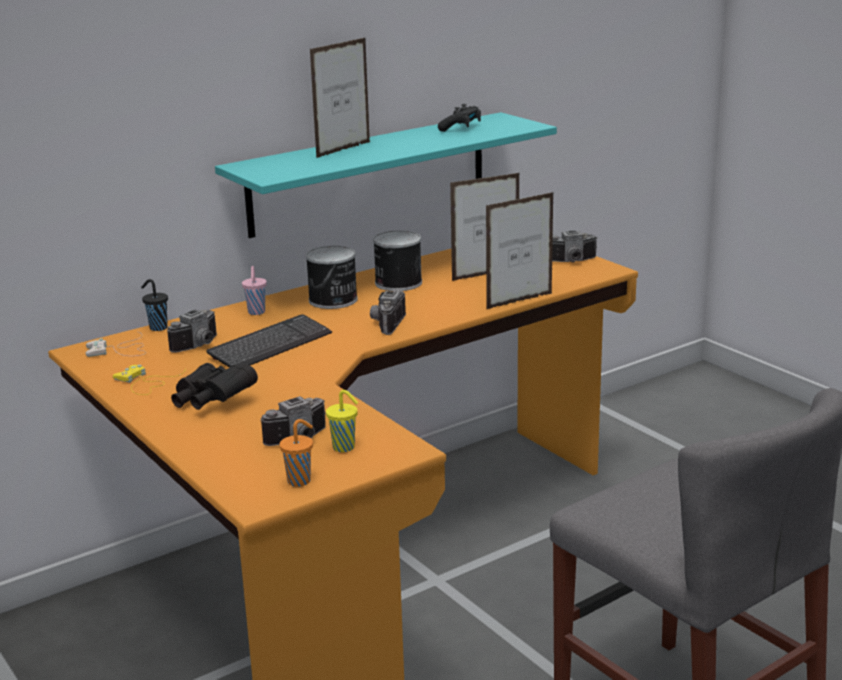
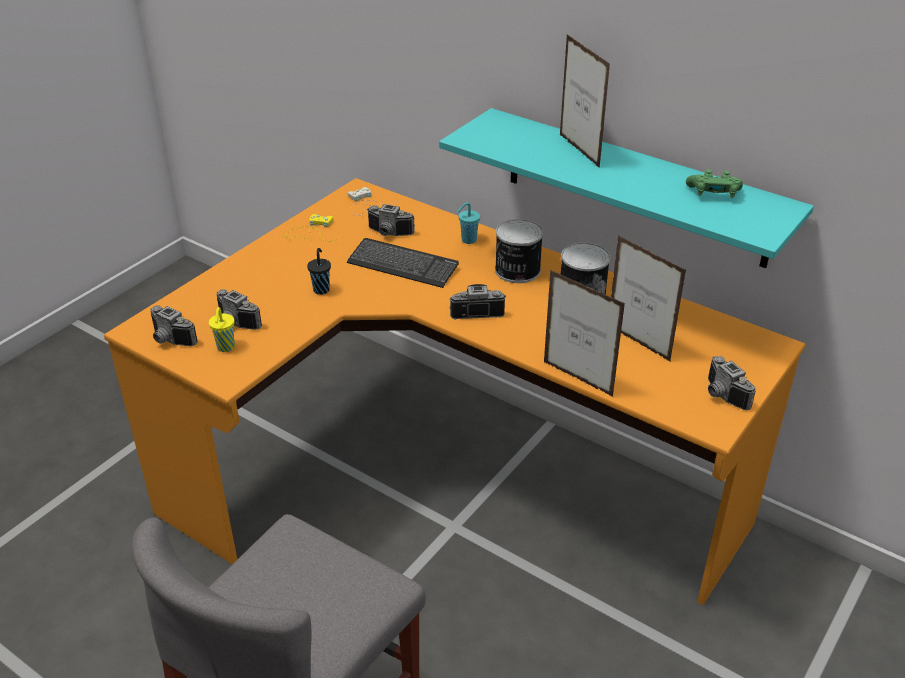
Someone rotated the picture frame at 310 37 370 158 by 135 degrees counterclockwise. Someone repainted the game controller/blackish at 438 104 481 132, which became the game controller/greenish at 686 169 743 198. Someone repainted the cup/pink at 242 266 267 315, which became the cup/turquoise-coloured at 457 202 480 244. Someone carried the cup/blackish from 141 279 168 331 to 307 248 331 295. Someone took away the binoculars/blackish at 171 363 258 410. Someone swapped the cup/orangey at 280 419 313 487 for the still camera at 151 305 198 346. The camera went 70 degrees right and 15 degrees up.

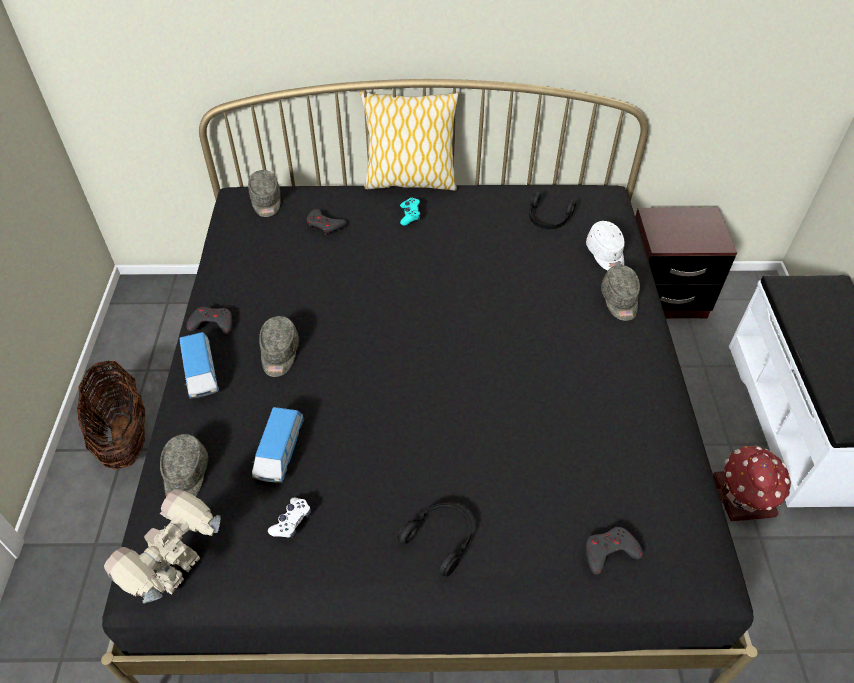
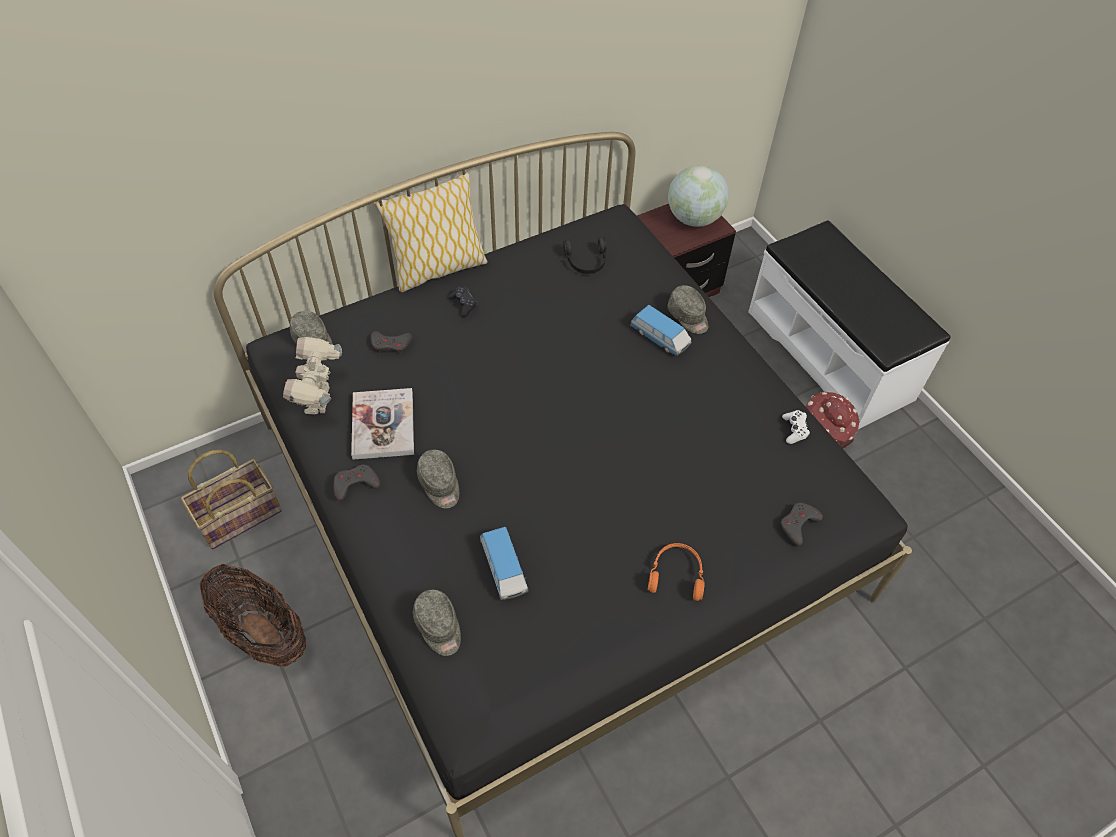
Someone repainted the game controller/turquoise-coloured at 400 198 421 225, which became the game controller/blackish at 448 286 478 317. Someone took away the peaked cap/white-coloured at 586 221 625 270. Someone carried the toy car from 180 332 219 399 to 630 305 692 356. Someone carried the robot figure from 104 489 221 604 to 283 337 342 415. Someone carried the game controller/white-coloured from 268 497 311 539 to 782 410 810 444. Someone repainted the pair of headphones/blackish at 397 503 472 577, which became the pair of headphones/orangey at 648 543 705 601. Someone put down the globe at 668 165 729 227. Someone put down the volume at 351 388 414 460. Someone put down the storage basket at 181 450 282 549. The camera went 30 degrees left and 5 degrees up.

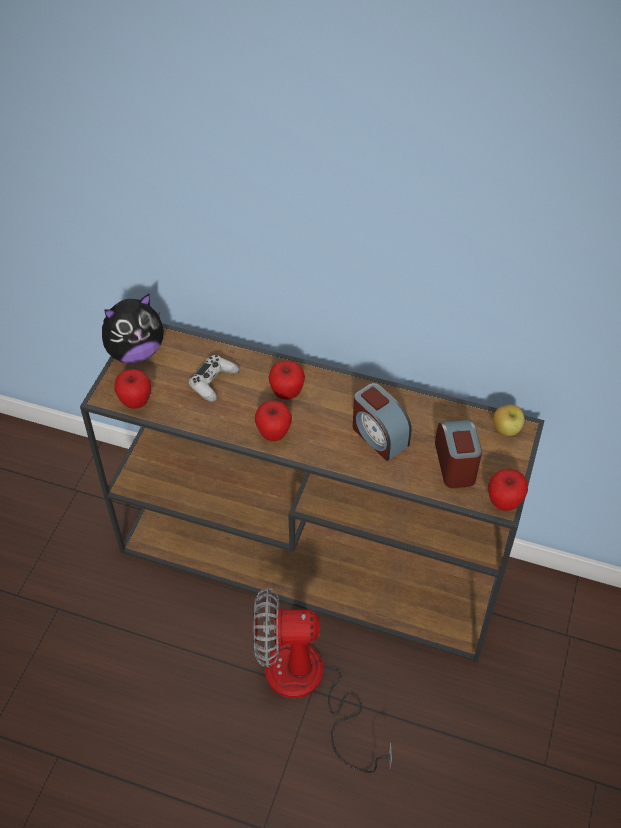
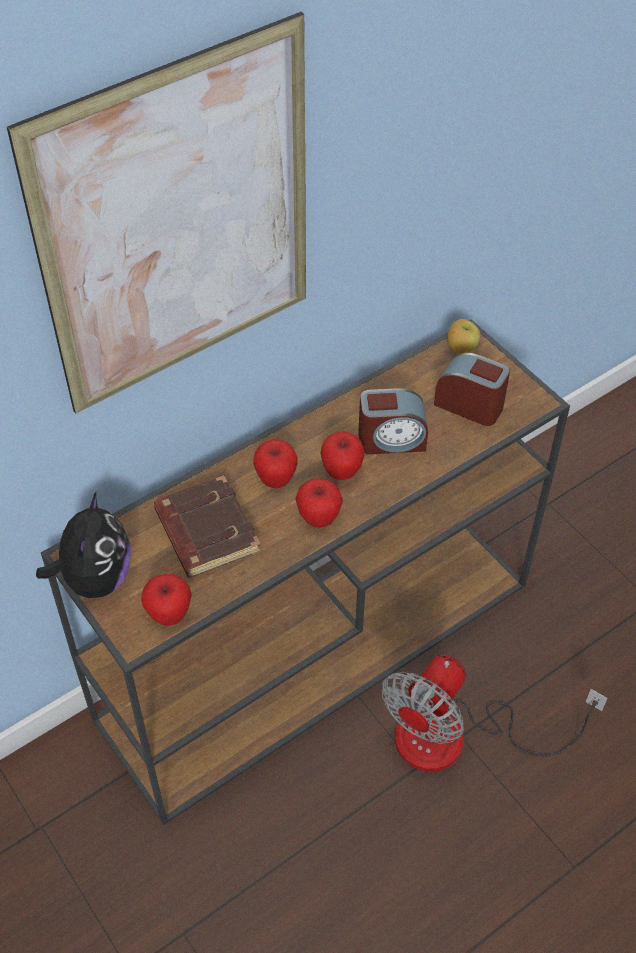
Someone swapped the game controller/white-coloured at 188 355 240 402 for the volume/brownish at 154 475 261 577. Someone carried the whole apple from 488 469 528 511 to 320 431 365 480. Someone put up the wall picture at 7 12 306 413. The camera went 55 degrees left and 0 degrees up.

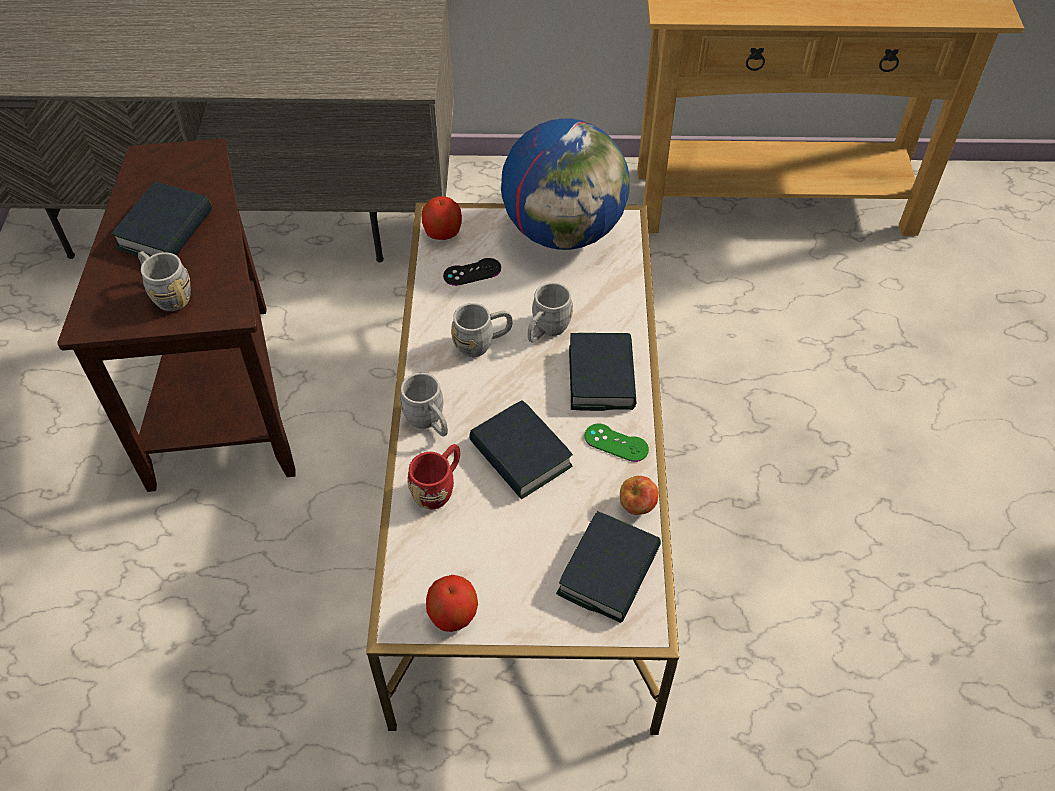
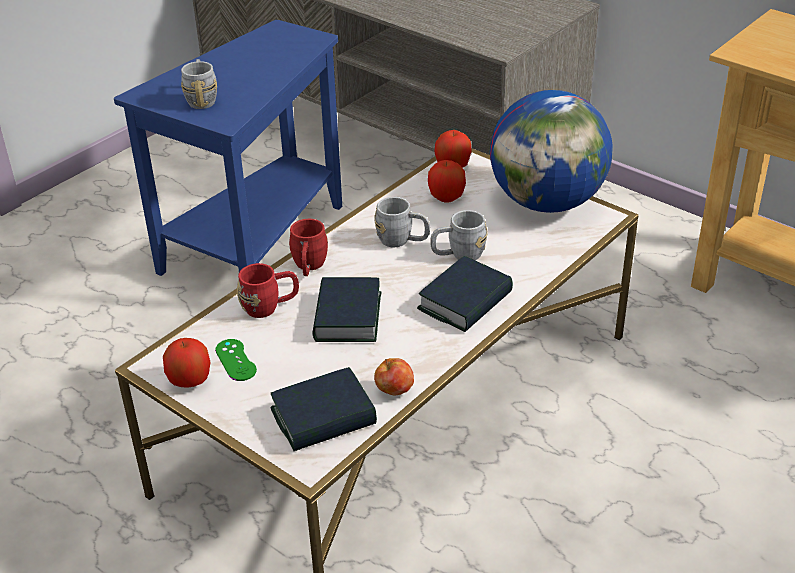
Someone repainted the side table/brownish at 57 138 296 492, which became the side table/blue-coloured at 114 20 342 276. Someone took away the volume at 112 182 212 257. Someone swapped the game controller/blackish at 443 258 501 286 for the whole apple at 428 160 466 203. Someone repainted the tea mug/grey at 399 373 448 437, which became the tea mug/red at 289 219 328 276. Someone carried the game controller/greenish from 585 424 649 462 to 215 339 257 381. The camera went 40 degrees right and 15 degrees down.

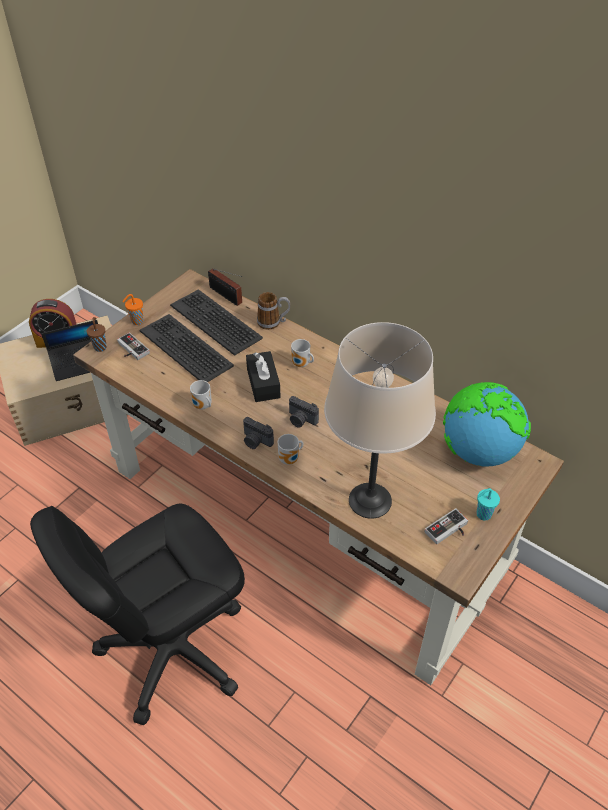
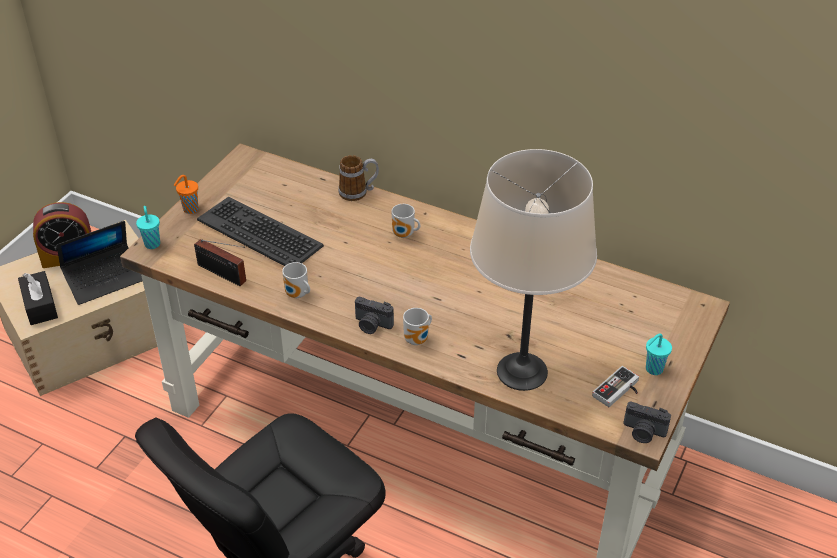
Someone carried the radio from 208 268 243 306 to 194 239 246 286. Someone took away the keyboard at 170 289 263 356. Someone repainted the cup/brownish at 87 317 107 352, which became the cup/turquoise-coloured at 136 206 160 249. Someone took away the game controller at 117 332 150 360. Someone carried the tissue holder/blackish from 246 351 281 402 to 18 271 58 325. Someone took away the globe at 443 382 531 466. Someone carried the still camera from 289 396 319 428 to 623 401 671 443. The camera went 10 degrees left and 5 degrees down.

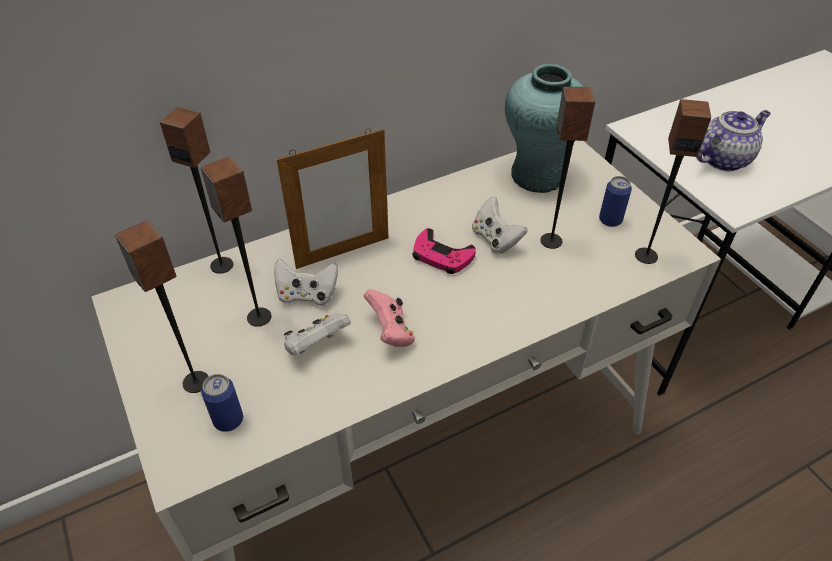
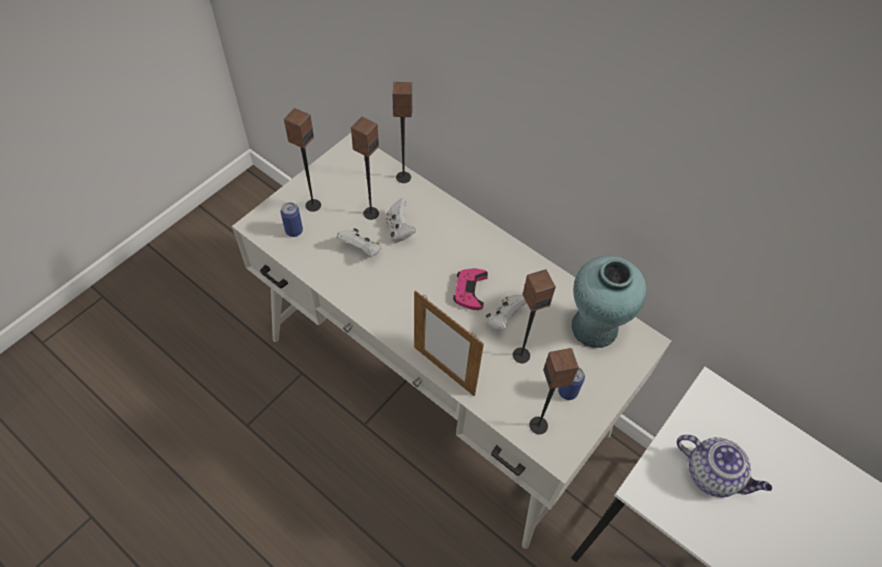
Someone carried the picture frame from 277 128 388 269 to 414 290 484 396. Someone took away the game controller/pink at 363 289 415 347. The camera went 65 degrees right and 10 degrees up.

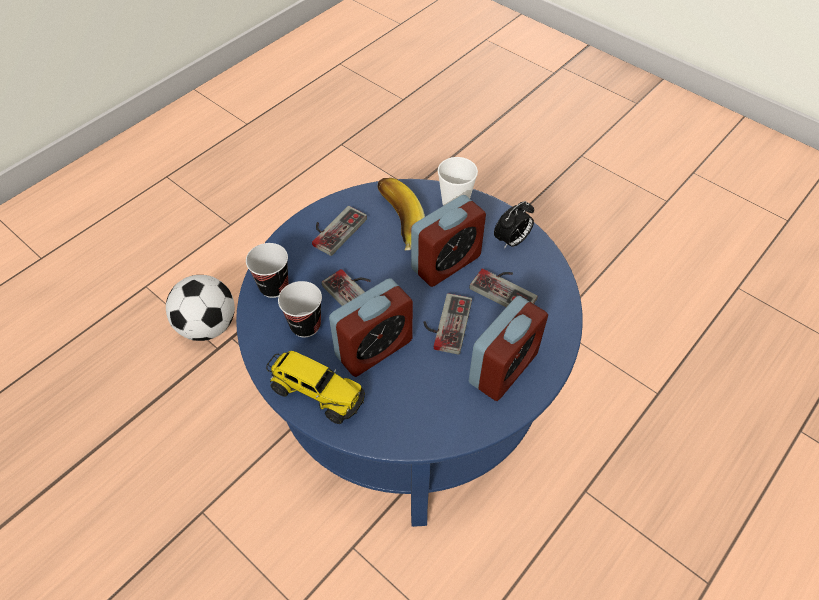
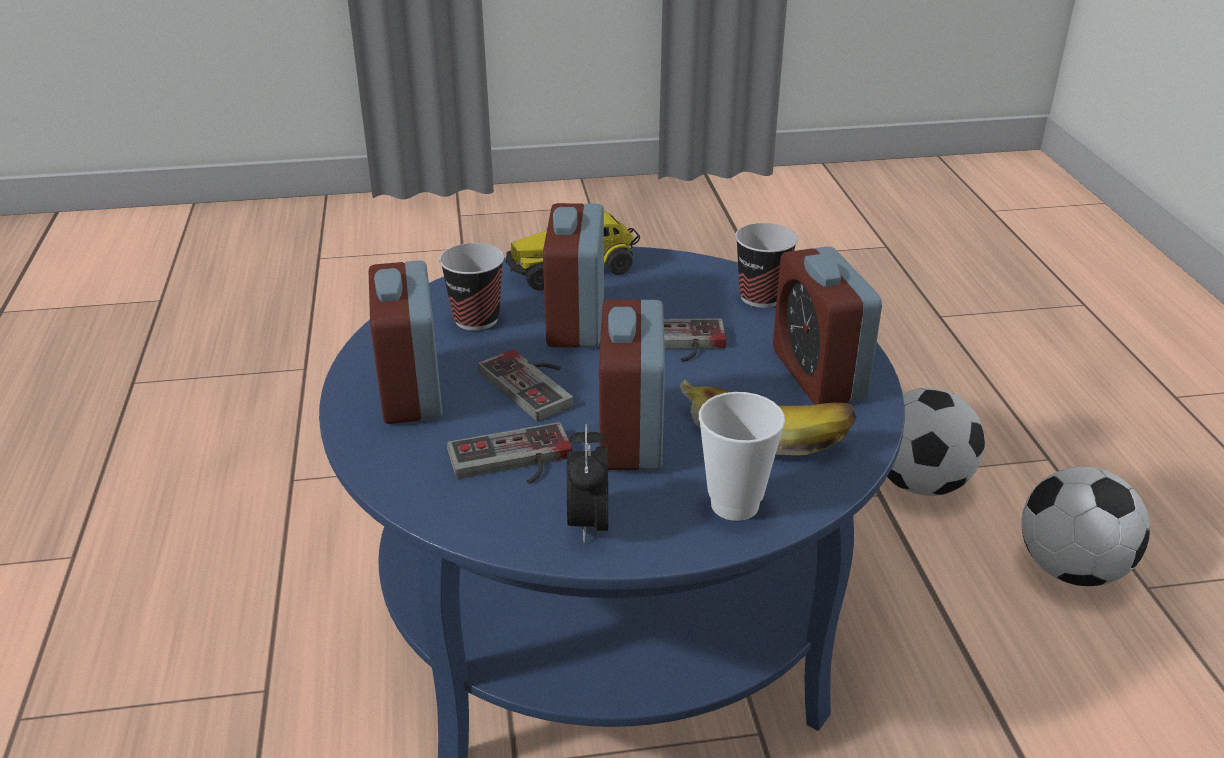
Someone swapped the game controller at 312 206 367 256 for the alarm clock at 773 246 882 405. Someone carried the cup from 278 281 322 337 to 439 243 504 331. Someone put down the ball for football at 1022 467 1150 586. The camera went 130 degrees right and 20 degrees down.

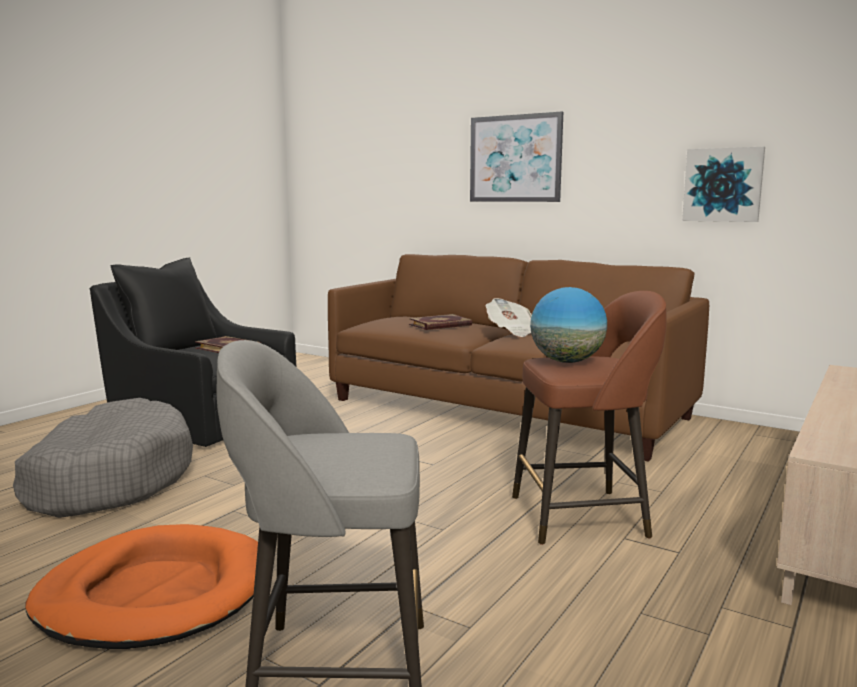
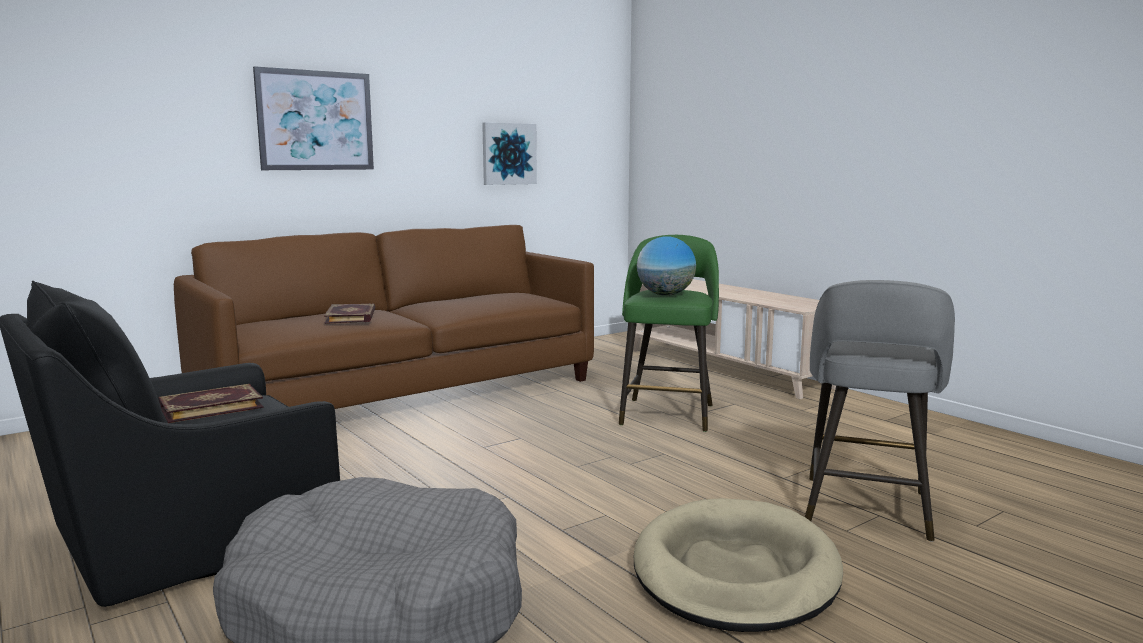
Someone repainted the sitting stool/brownish at 512 291 667 545, which became the sitting stool/greenish at 619 235 719 432. Someone took away the printed paper at 486 298 532 337. Someone repainted the dog cushion/orangey at 25 524 258 649, which became the dog cushion/sand-coloured at 634 498 843 632. The camera went 70 degrees left and 0 degrees up.

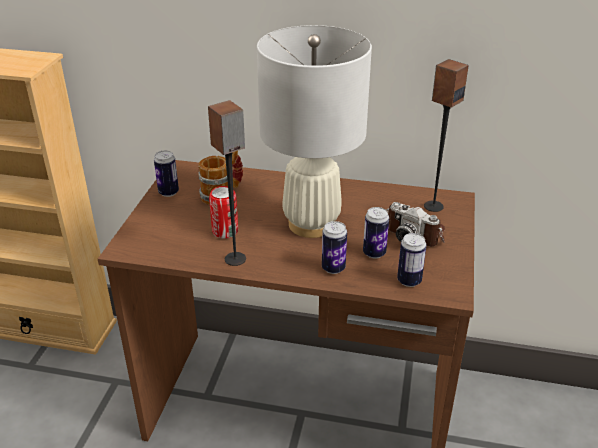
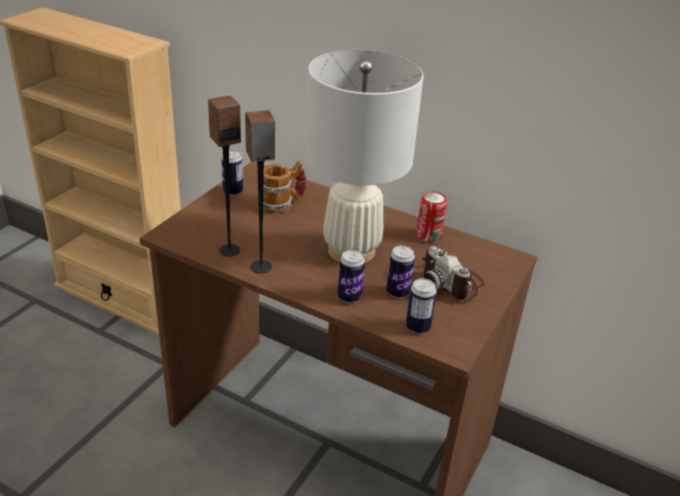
Someone carried the speaker from 424 59 469 212 to 208 96 241 257. Someone carried the sealed can from 209 186 238 239 to 417 192 447 242. The camera went 15 degrees right and 0 degrees up.

